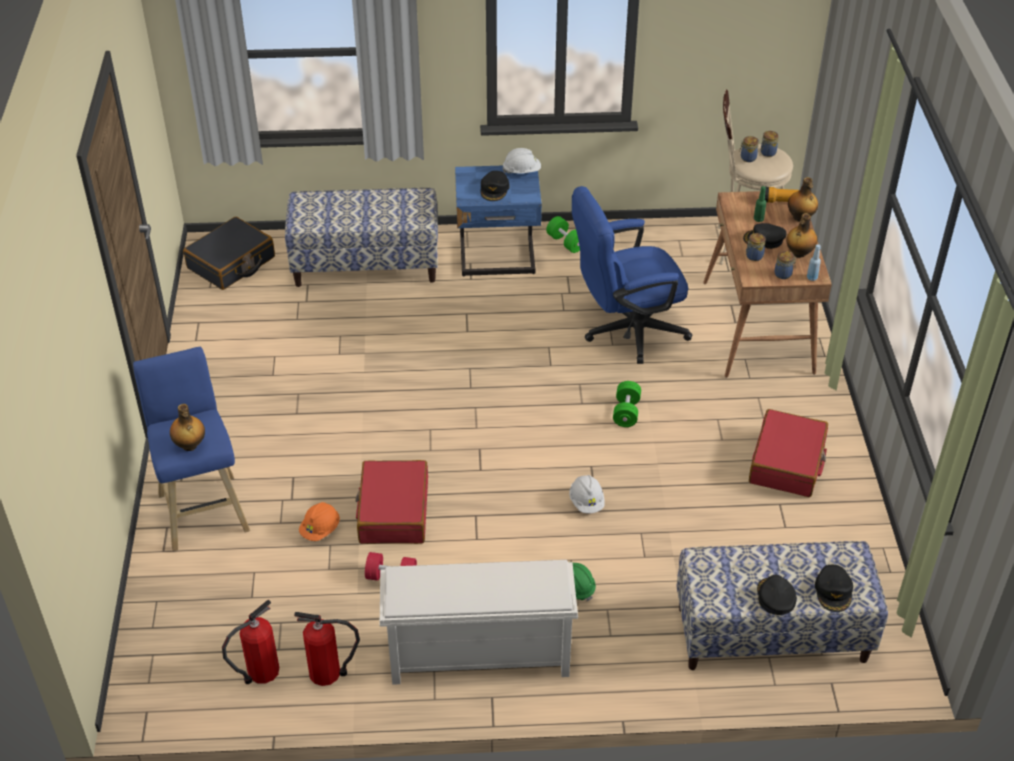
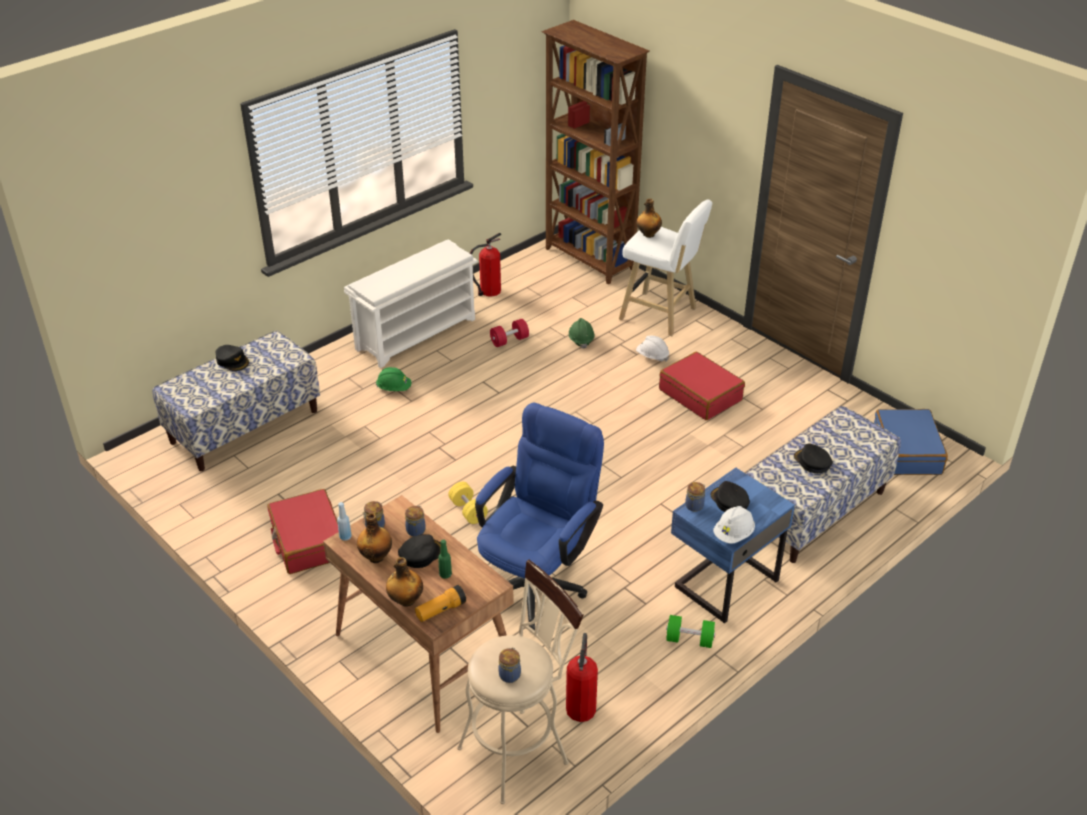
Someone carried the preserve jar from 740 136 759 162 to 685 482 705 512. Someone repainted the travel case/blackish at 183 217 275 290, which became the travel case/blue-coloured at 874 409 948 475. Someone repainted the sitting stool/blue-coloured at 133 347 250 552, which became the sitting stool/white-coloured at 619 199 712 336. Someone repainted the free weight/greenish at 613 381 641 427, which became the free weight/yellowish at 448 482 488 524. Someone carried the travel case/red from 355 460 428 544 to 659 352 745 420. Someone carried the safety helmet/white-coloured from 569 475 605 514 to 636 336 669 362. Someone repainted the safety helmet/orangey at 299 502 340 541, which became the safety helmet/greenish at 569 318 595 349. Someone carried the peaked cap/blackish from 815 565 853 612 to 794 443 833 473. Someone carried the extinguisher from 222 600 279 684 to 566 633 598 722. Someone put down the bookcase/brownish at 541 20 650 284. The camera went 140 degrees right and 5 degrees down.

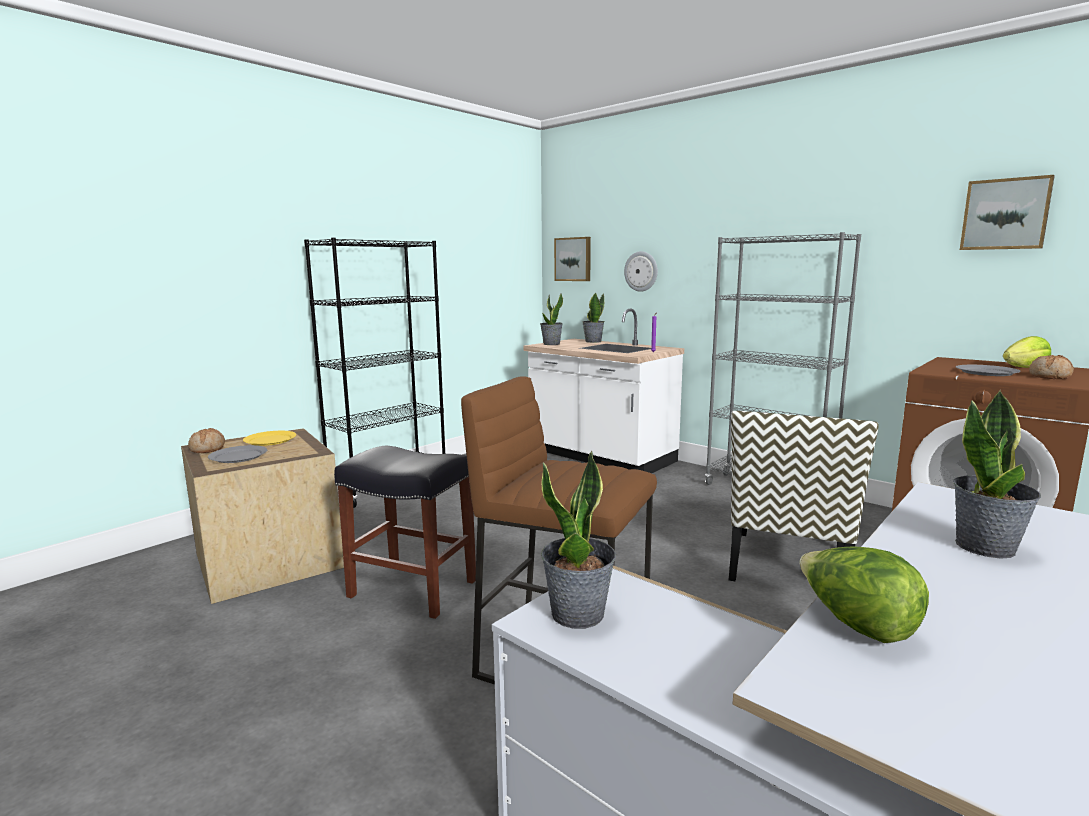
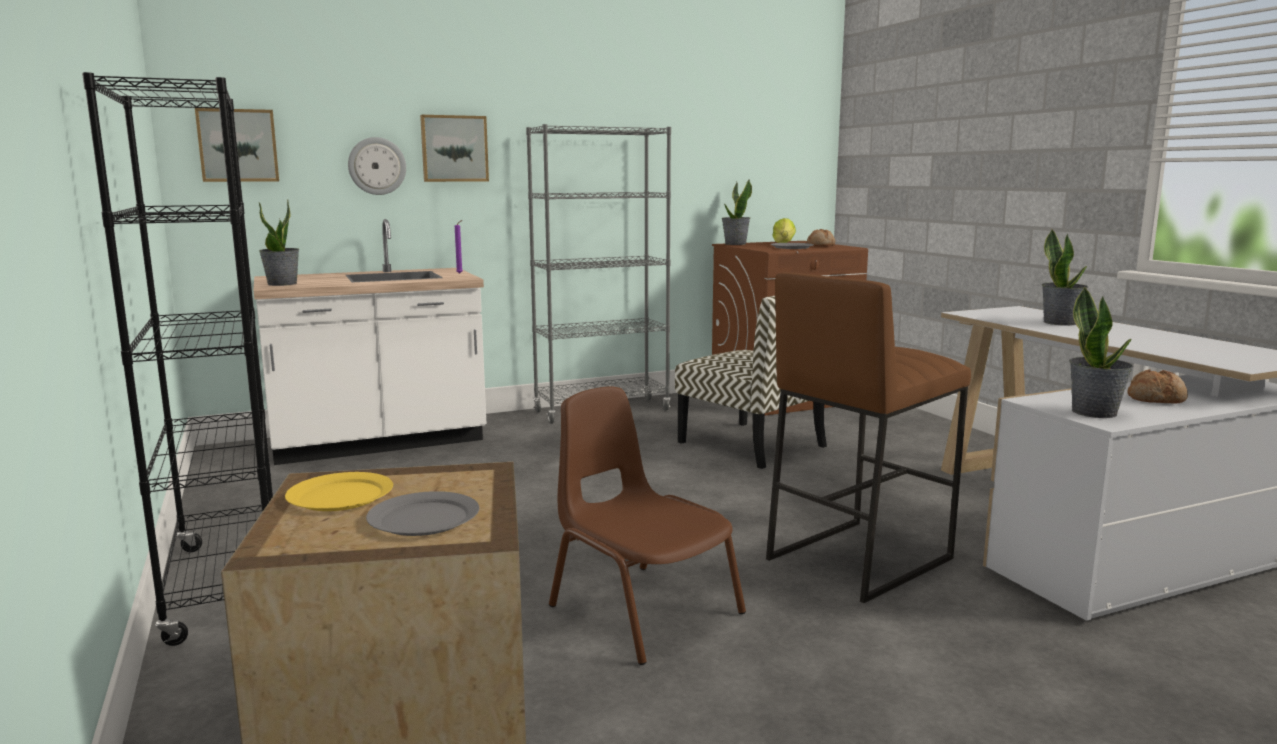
Someone carried the wall picture from 960 175 1055 250 to 420 115 489 182. Someone carried the houseplant from 582 292 604 343 to 722 179 752 245. Someone carried the bread from 188 428 225 453 to 1127 369 1188 404. Someone swapped the sitting stool/blackish at 334 445 476 619 for the chair/brownish at 549 386 746 665. Someone took away the head of lettuce at 799 546 929 643. The camera went 65 degrees left and 0 degrees up.

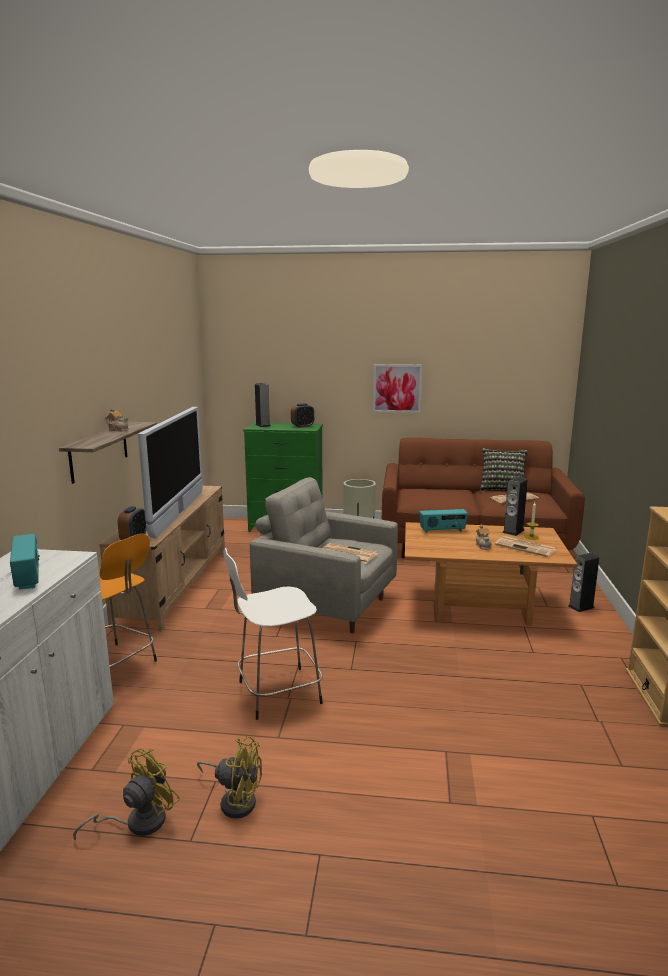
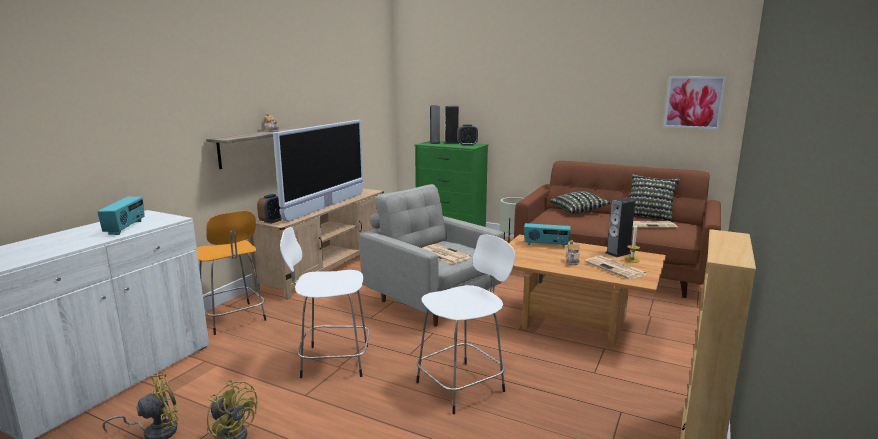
Someone carried the wall picture from 373 364 422 413 to 664 76 726 130. Someone carried the speaker from 568 553 599 612 to 444 106 459 144. Someone put down the throw pillow at 550 191 611 214. Someone put down the sitting stool/white-coloured at 416 234 515 415. The camera went 20 degrees right and 0 degrees up.

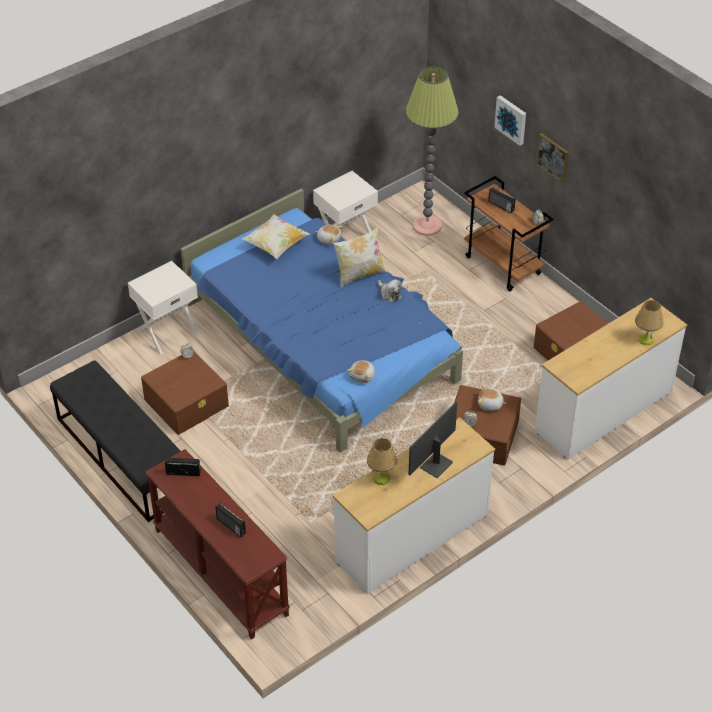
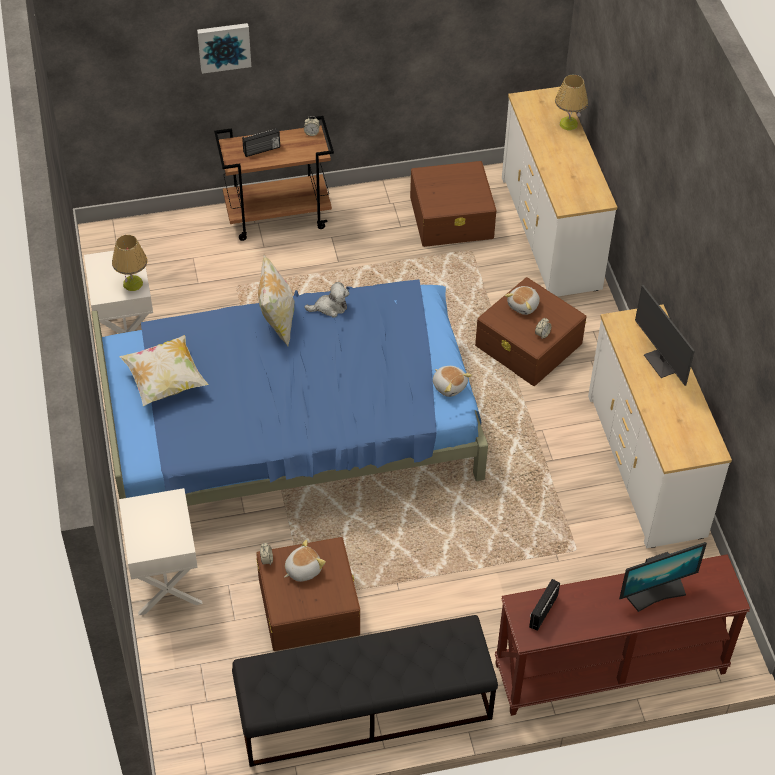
Someone took away the standing lamp at 405 66 459 236. Someone took away the wall picture at 536 133 569 184. Someone carried the plush toy from 316 225 343 245 to 284 540 326 582. Someone carried the tabletop lamp from 367 438 397 485 to 112 235 147 291. Someone swapped the radio at 216 503 246 537 for the monitor at 619 542 707 612. The camera went 65 degrees left and 5 degrees up.

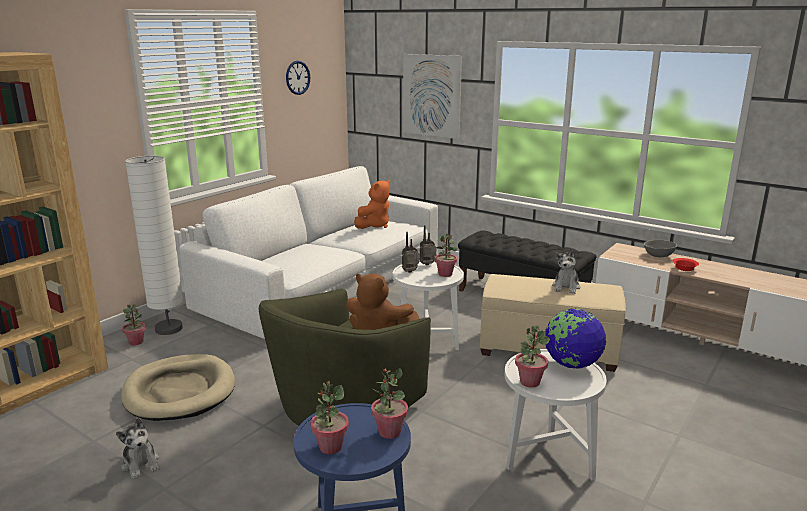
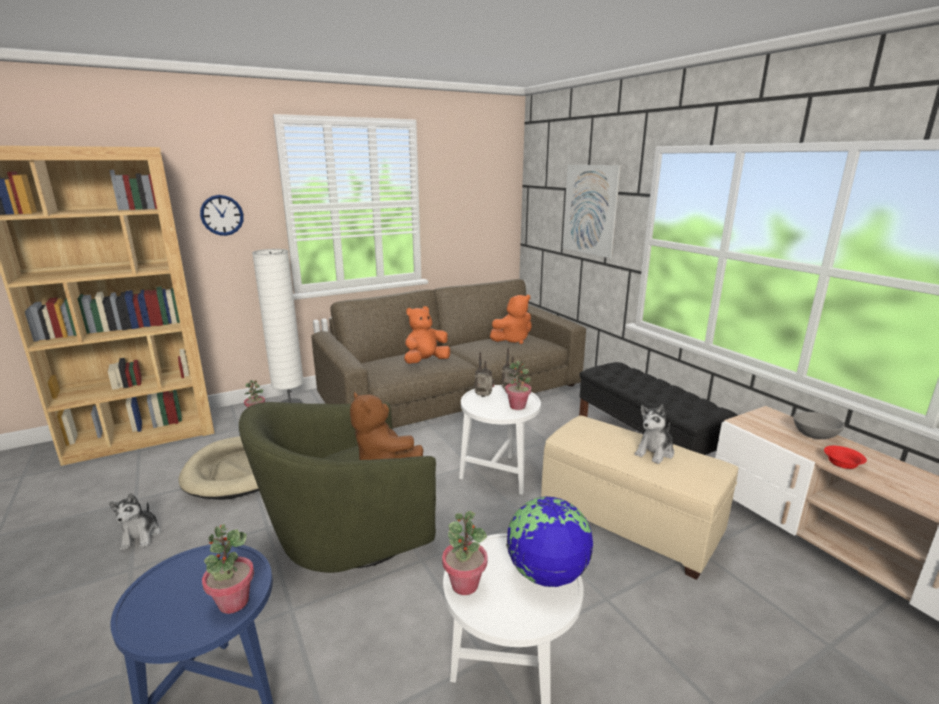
Someone carried the hanging clock from 286 61 310 95 to 200 195 244 236. Someone repainted the settee/white-coloured at 179 166 438 339, which became the settee/brownish at 311 279 586 429. Someone took away the houseplant at 310 381 349 454. Someone put down the plush toy/orangey at 404 306 450 364. The camera went 25 degrees right and 0 degrees up.

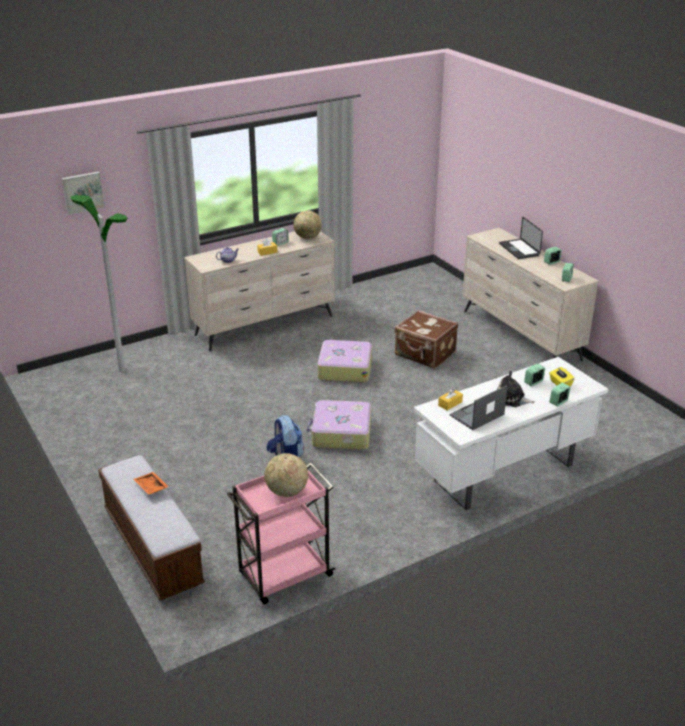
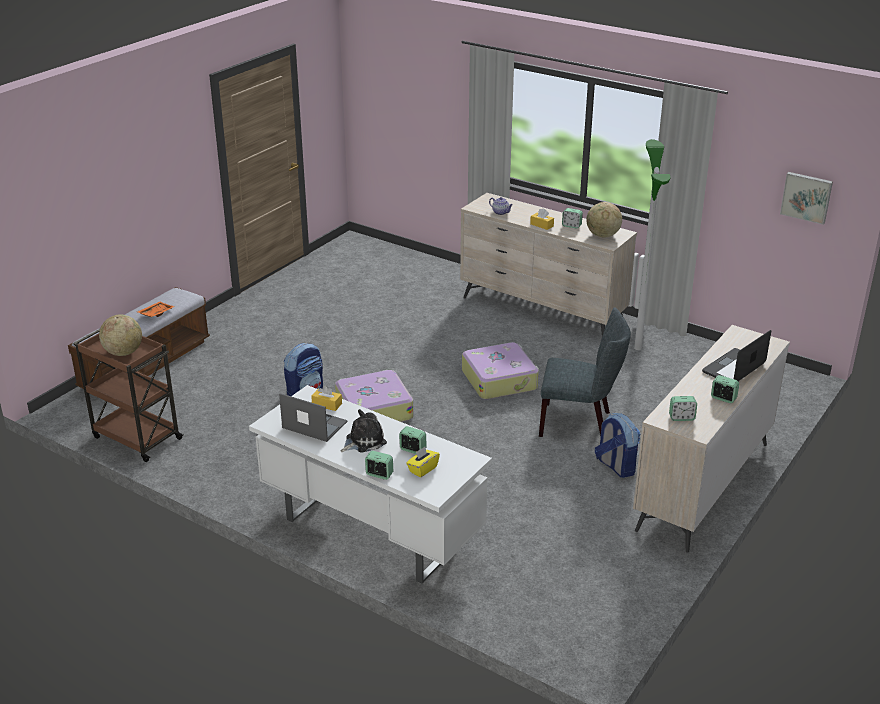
Someone carried the wall picture from 62 172 105 215 to 780 172 833 225. Someone carried the standing lamp from 70 195 127 372 to 634 139 670 350. Someone swapped the travel case/brownish at 394 310 458 369 for the chair/grey at 539 307 631 437. Someone rotated the plush toy at 497 371 535 407 by 60 degrees clockwise. Someone repainted the wheeled cart/pink at 227 463 335 604, which became the wheeled cart/brownish at 74 329 183 462. Someone put down the knapsack at 595 413 640 478. The camera went 65 degrees right and 0 degrees up.

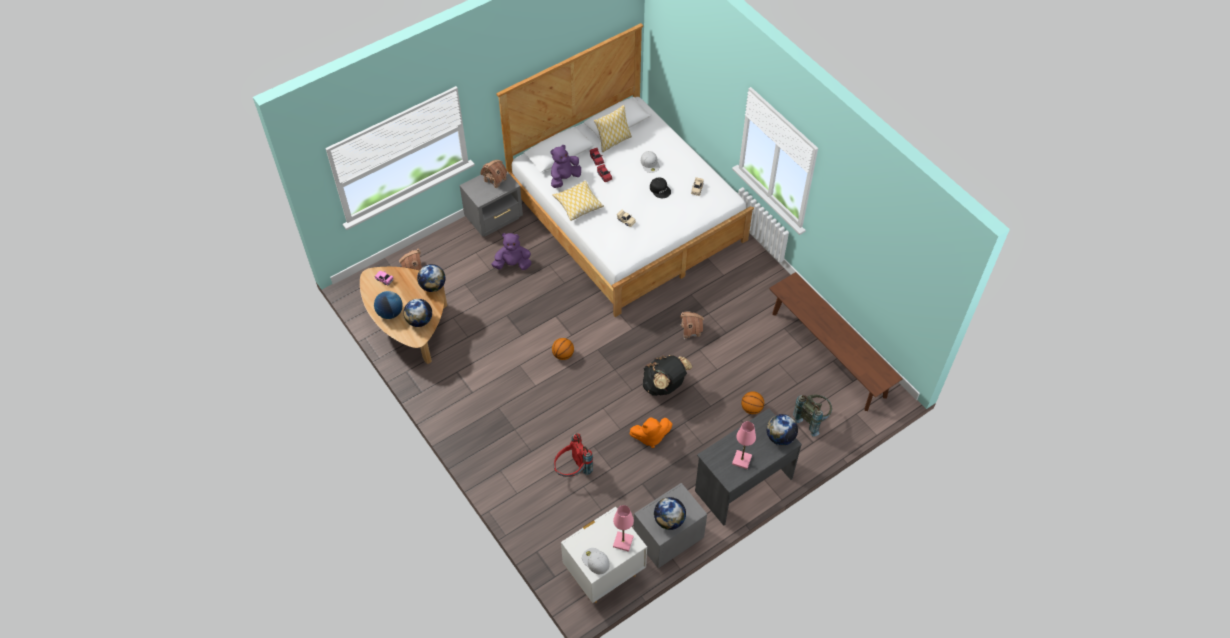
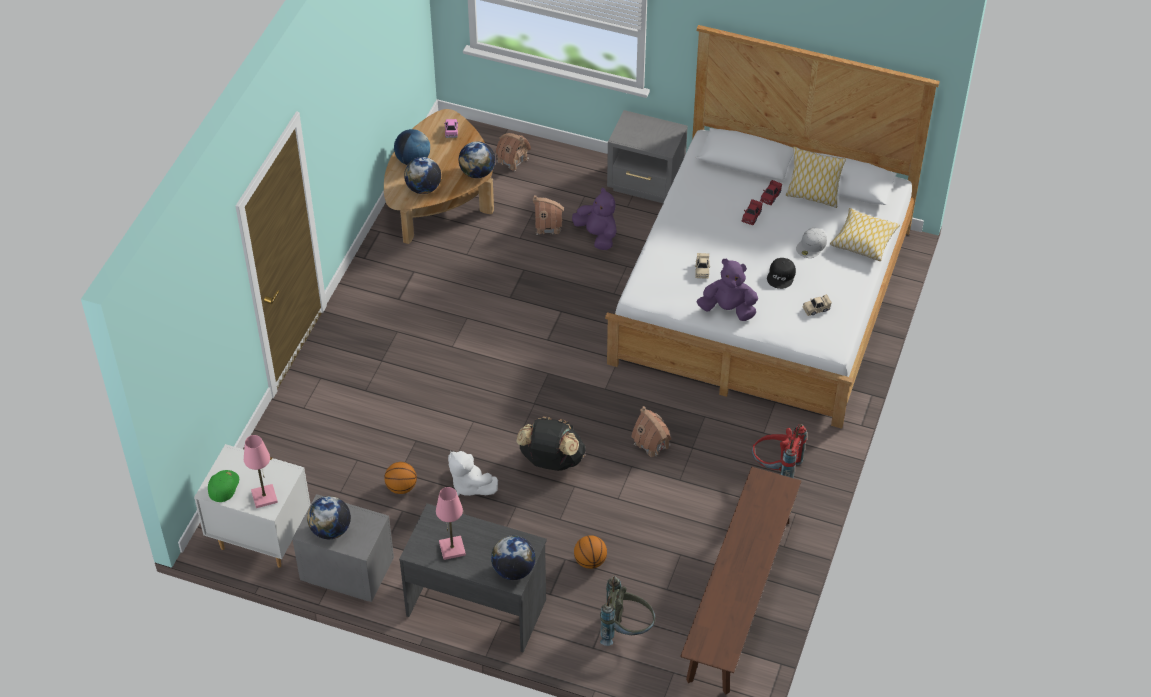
Someone carried the plush toy/purple-coloured from 551 145 581 188 to 697 259 758 321. Someone carried the miniature house from 480 160 507 189 to 533 195 564 235. Someone carried the throw pillow from 553 181 604 221 to 830 208 900 261. Someone carried the basketball from 552 338 574 360 to 384 462 417 494. Someone repainted the plush toy/orangey at 629 418 673 448, which became the plush toy/white-coloured at 448 450 498 496. Someone carried the knapsack/red from 554 433 593 477 to 752 424 807 478. Someone repainted the peaked cap/white-coloured at 582 548 610 574, which became the peaked cap/greenish at 208 470 239 502. The camera went 55 degrees right and 5 degrees down.

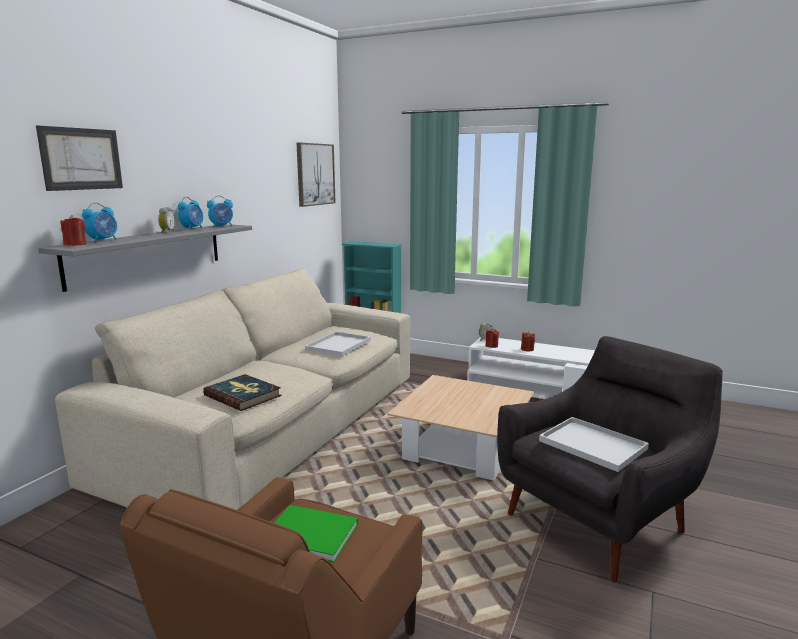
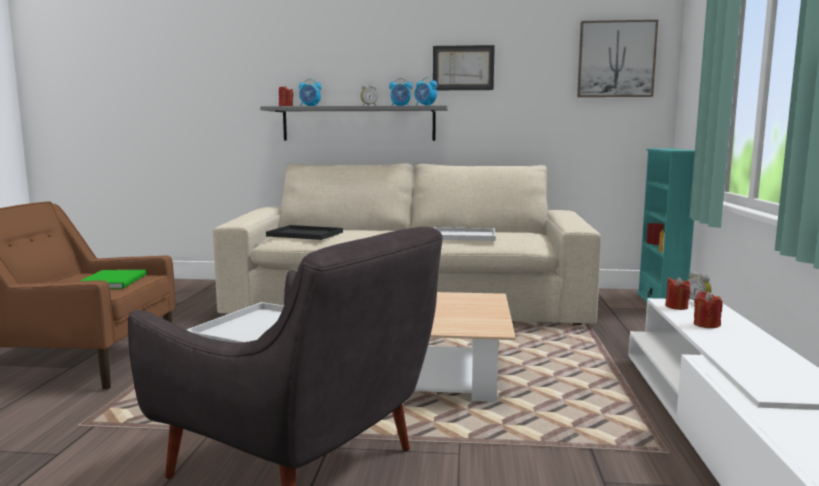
Someone carried the wall picture from 36 125 123 191 to 433 45 495 90. Someone swapped the volume at 203 374 281 411 for the tray/blackish at 266 225 343 240. The camera went 70 degrees right and 5 degrees down.

